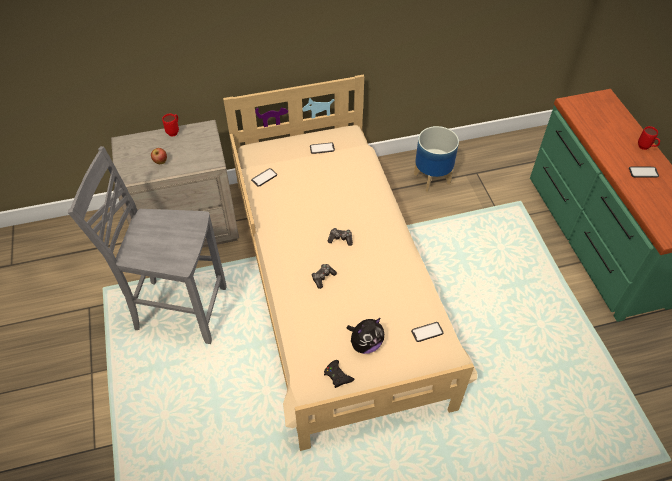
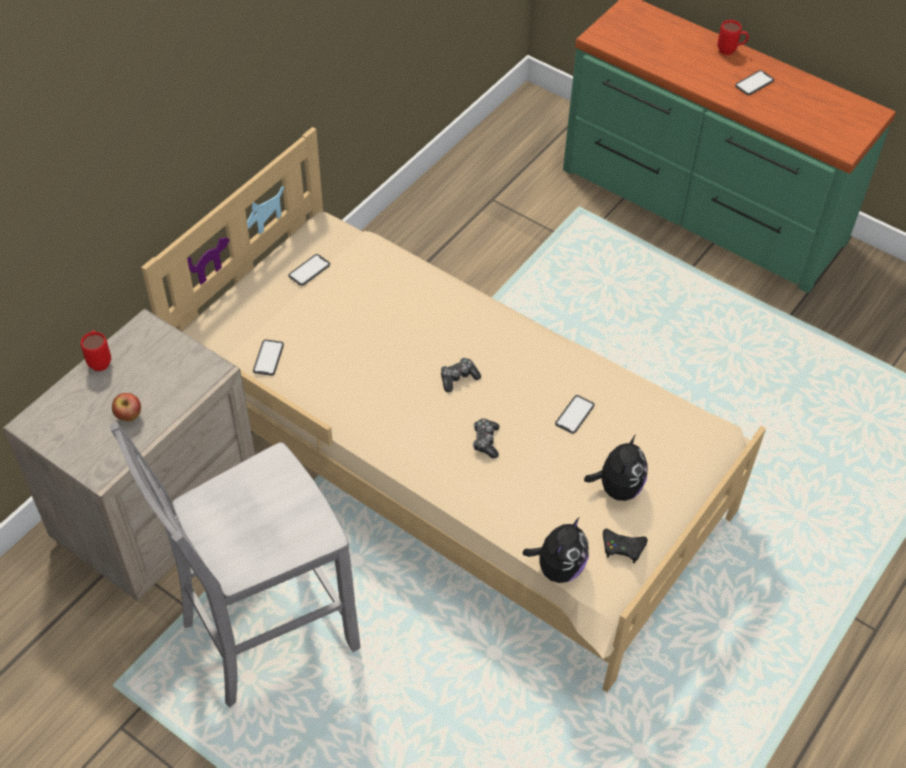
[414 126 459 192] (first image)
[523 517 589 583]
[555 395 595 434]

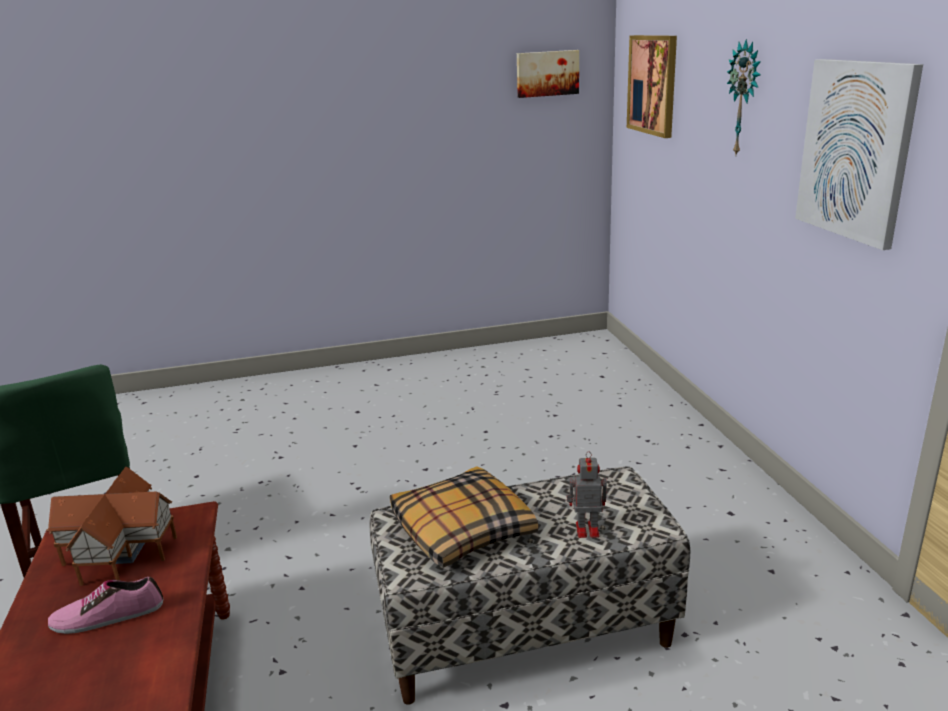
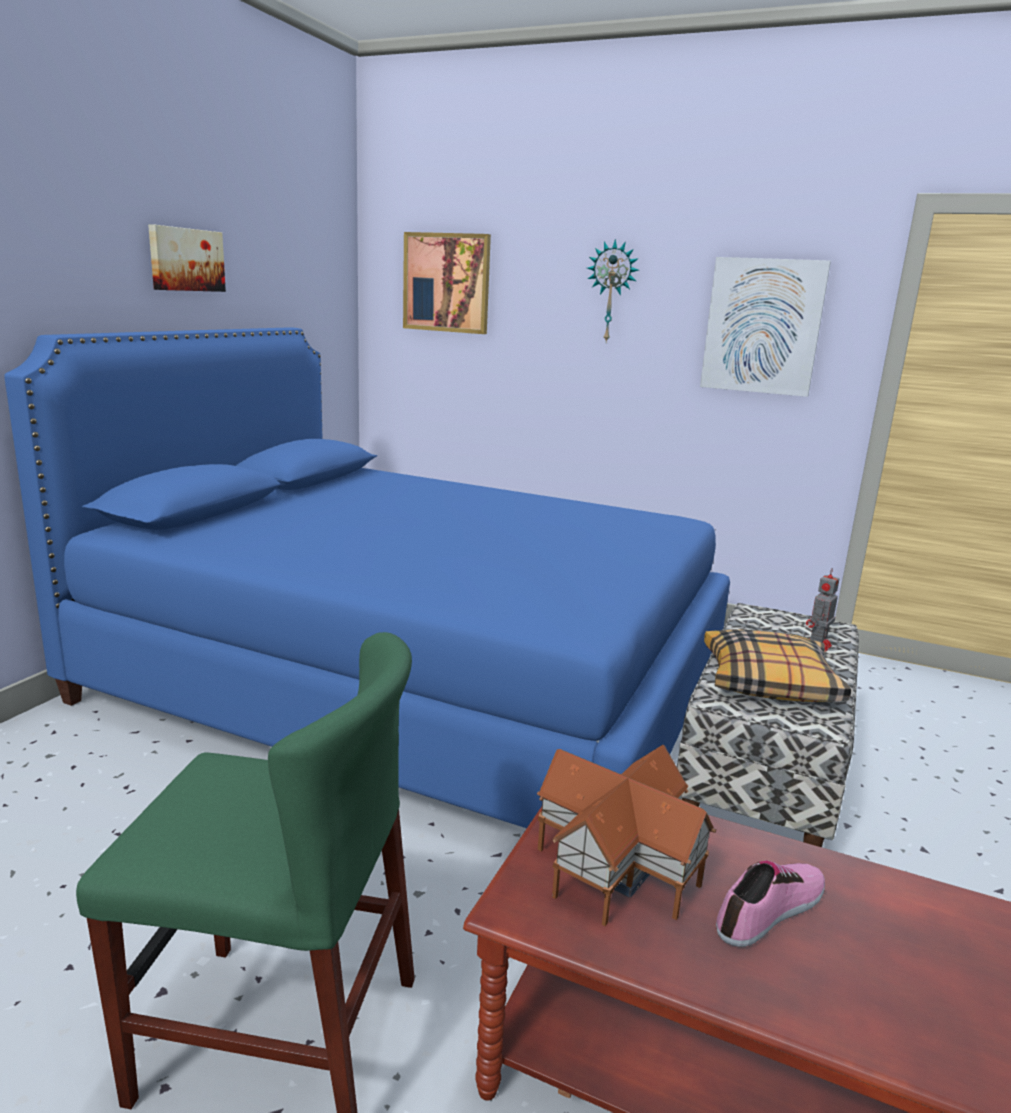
[4 327 730 828]
[148 224 226 292]
[716 860 825 947]

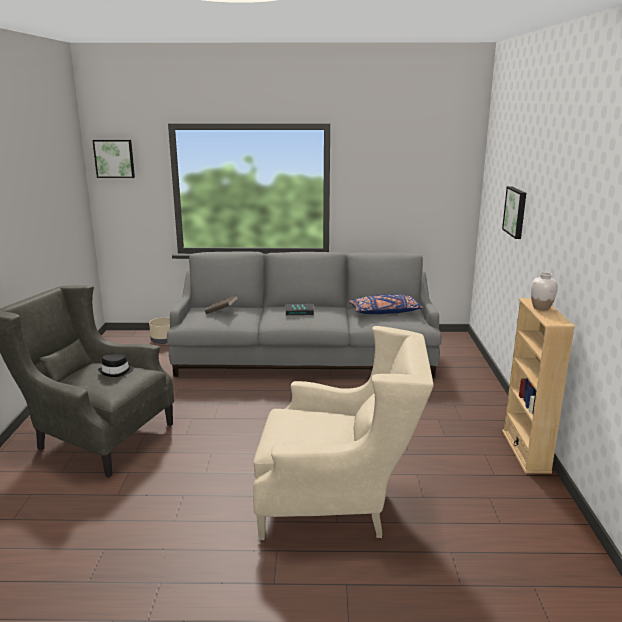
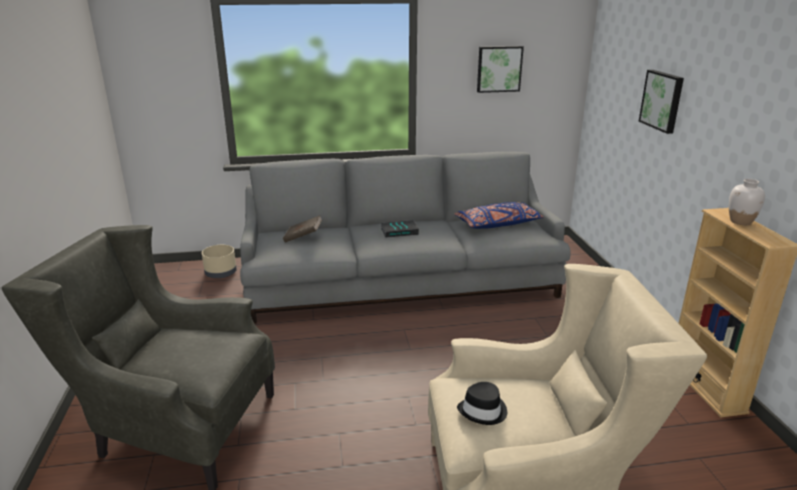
[477 46 524 93]
[457 382 507 425]

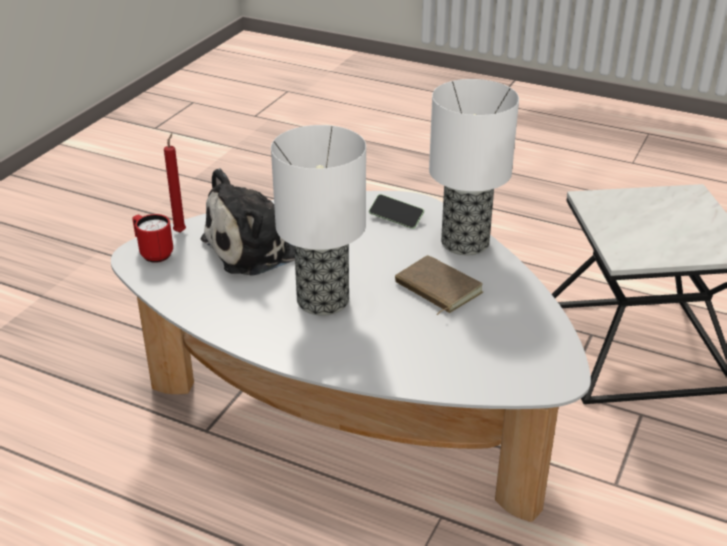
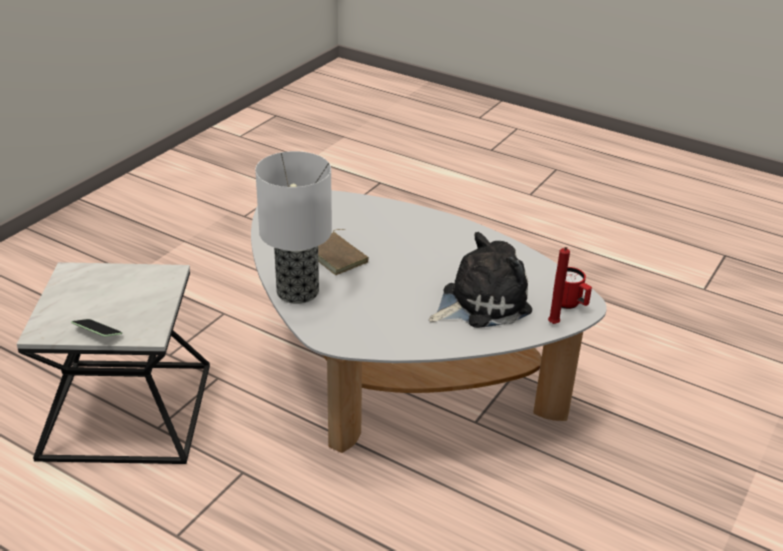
[271 125 366 316] (first image)
[71 319 122 337]

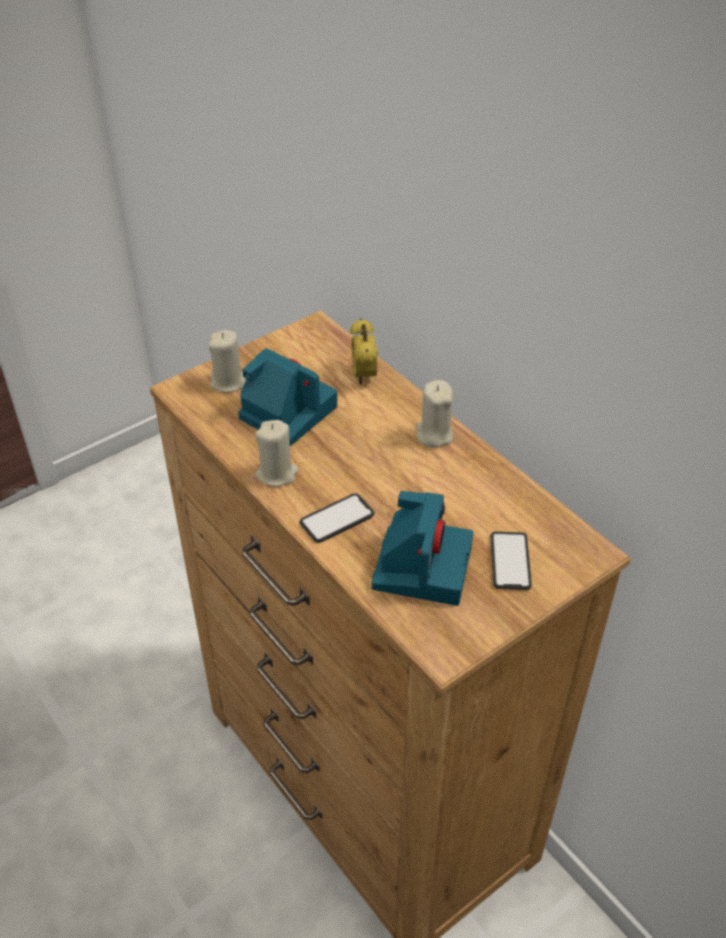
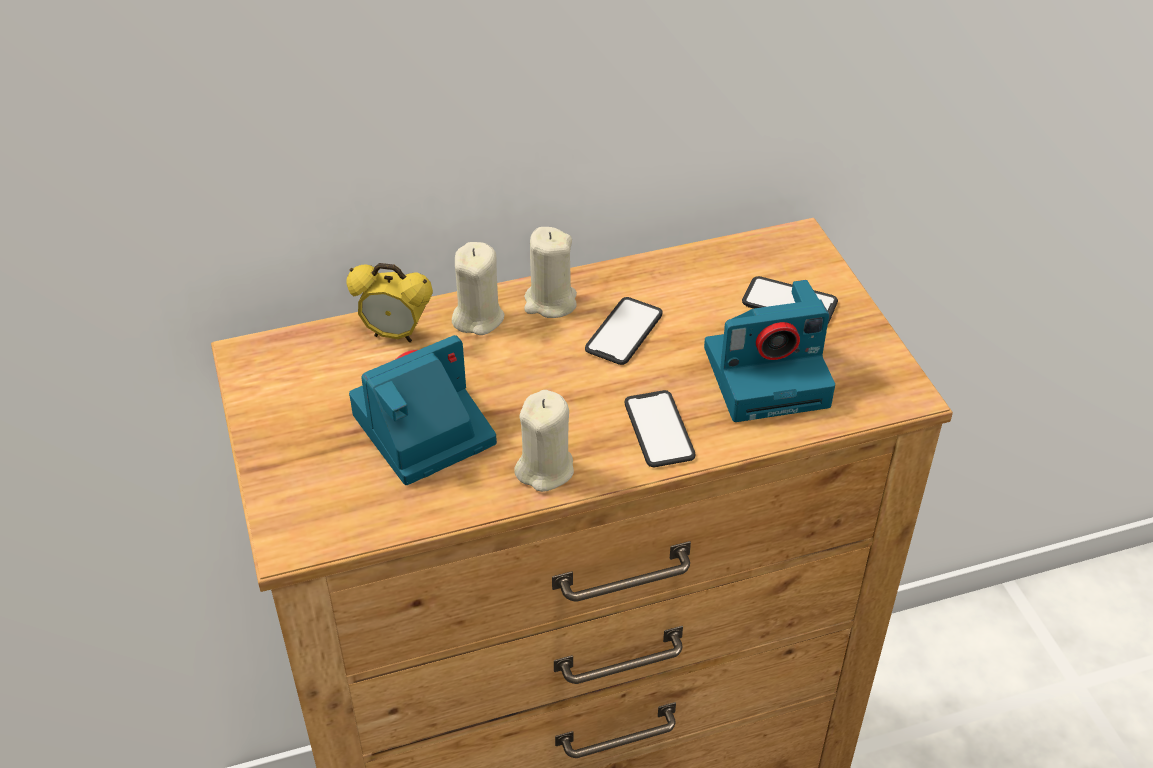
[585 297 663 365]
[452 242 505 335]
[704 280 835 422]

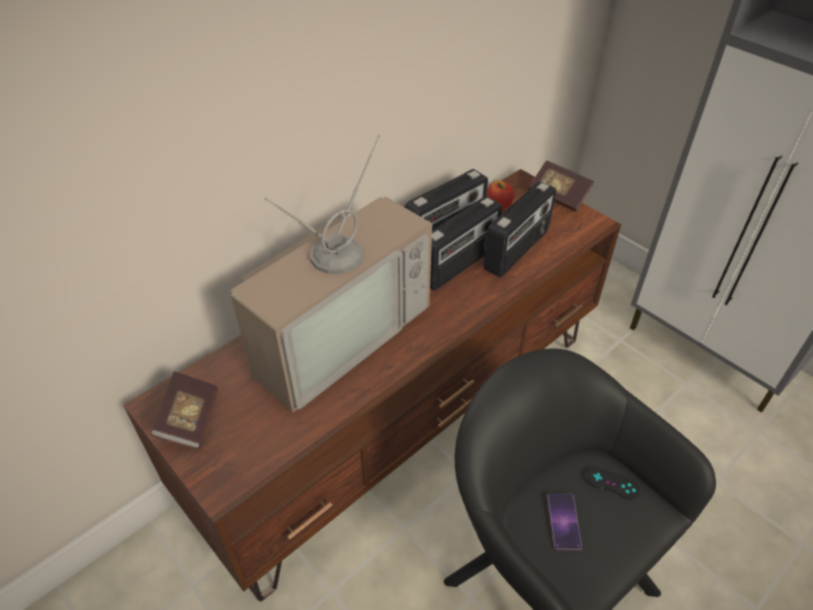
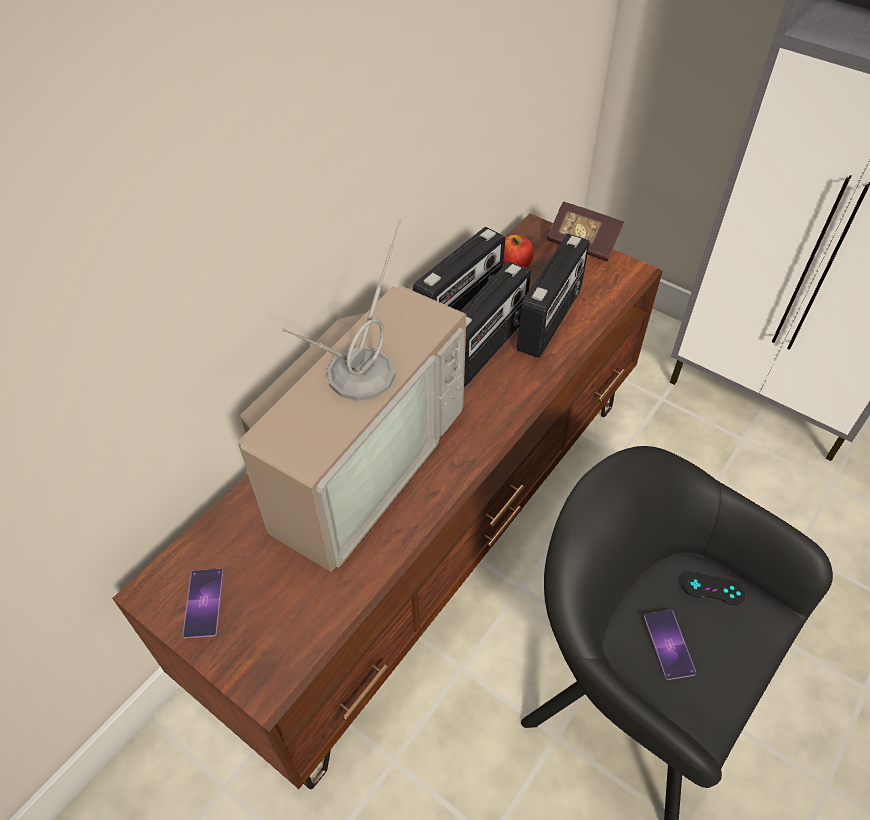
[183 569 223 638]

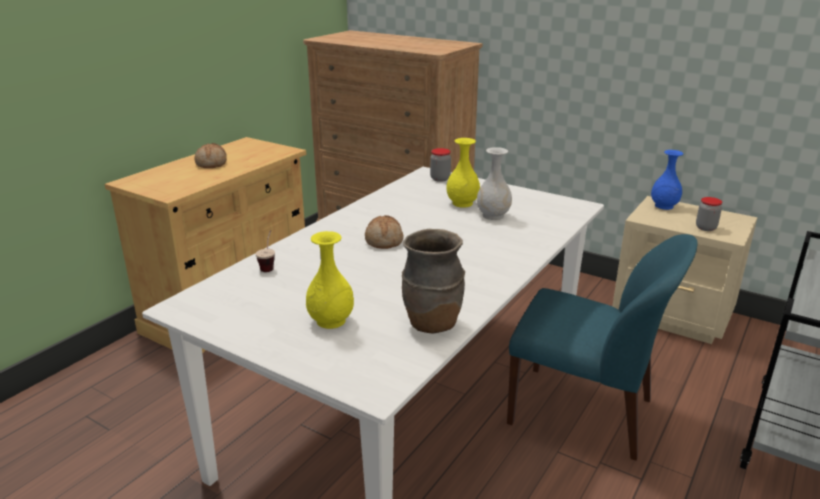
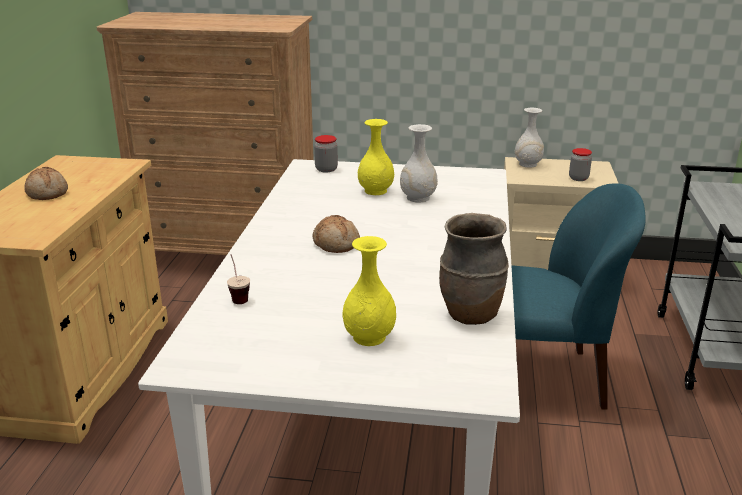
[515 108 544 168]

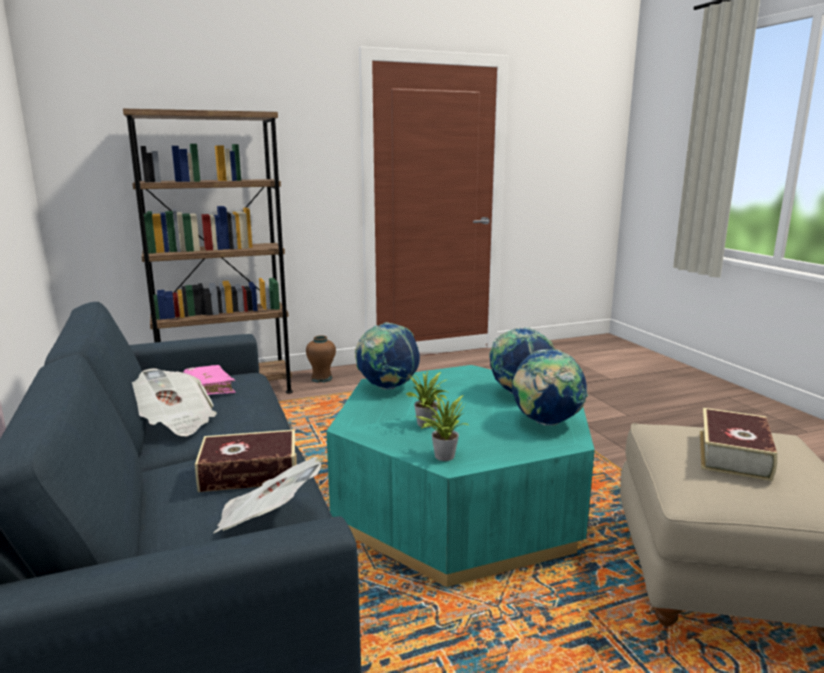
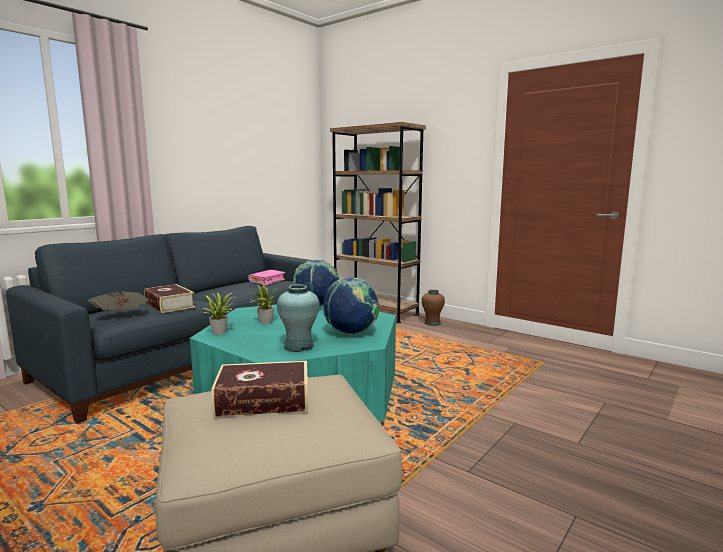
[132 368 217 436] (first image)
[277 284 320 352]

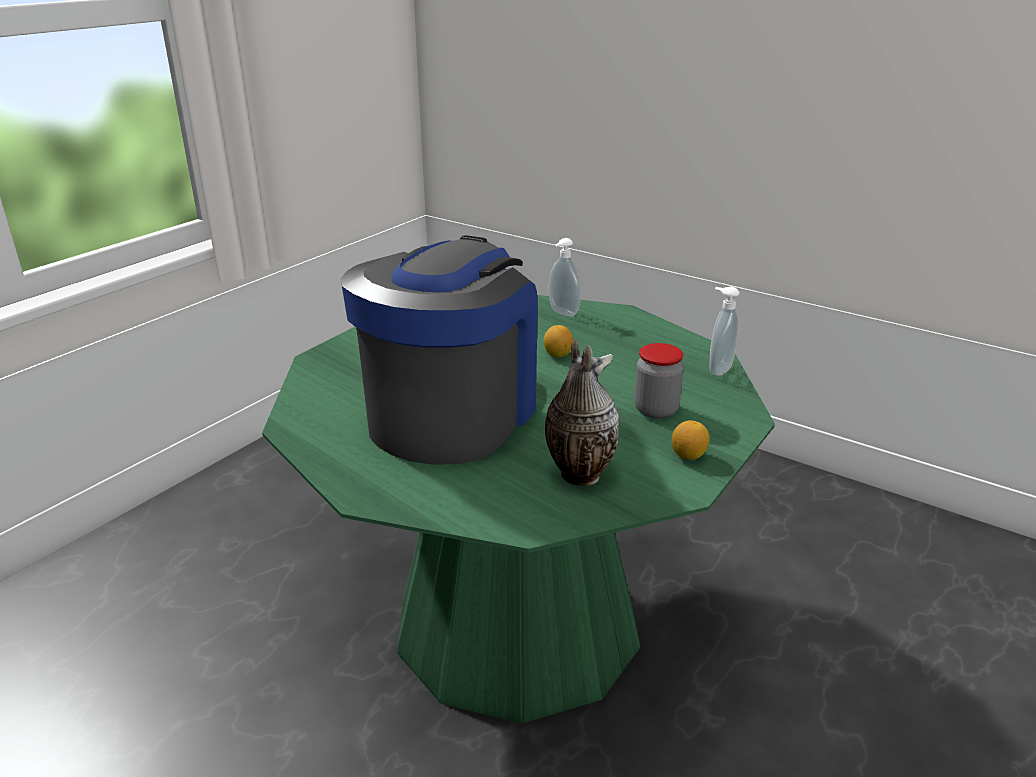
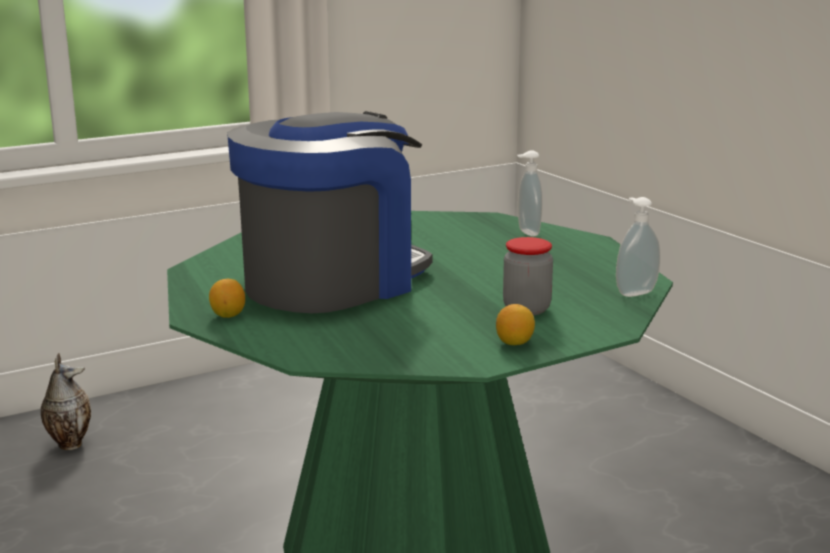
[209 279 245 318]
[41 353 91 450]

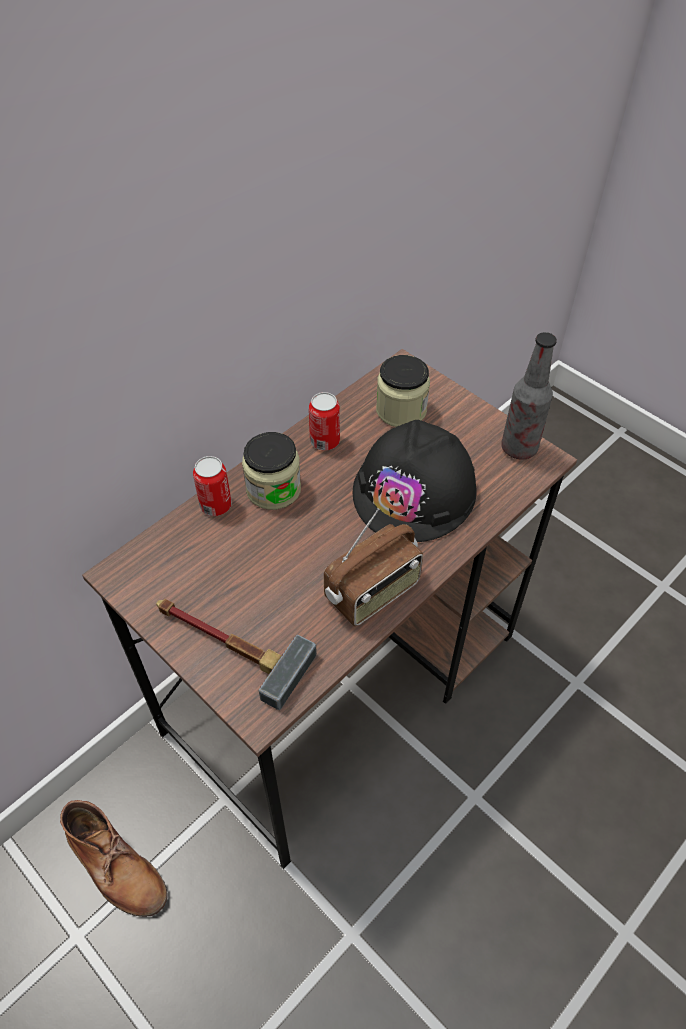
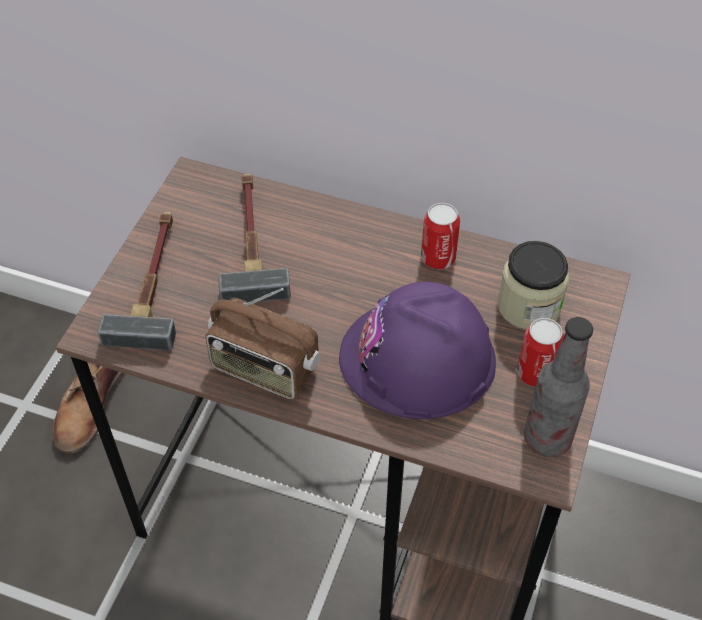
[242 432 301 510] (first image)
[218 173 291 302]
[517 318 564 387]
[339 282 496 419]

